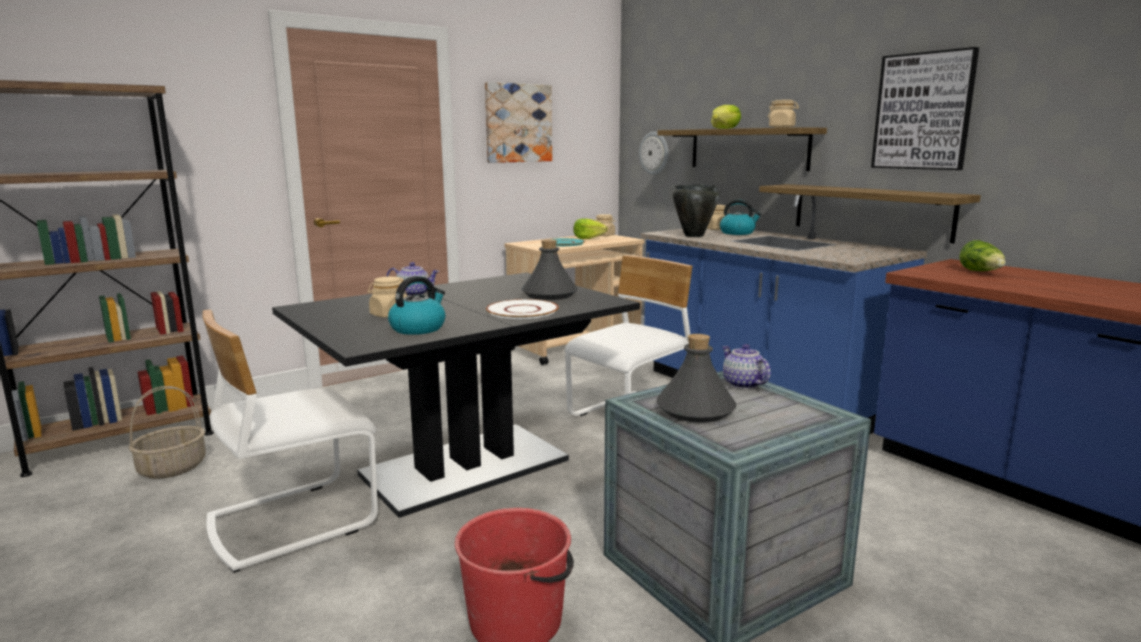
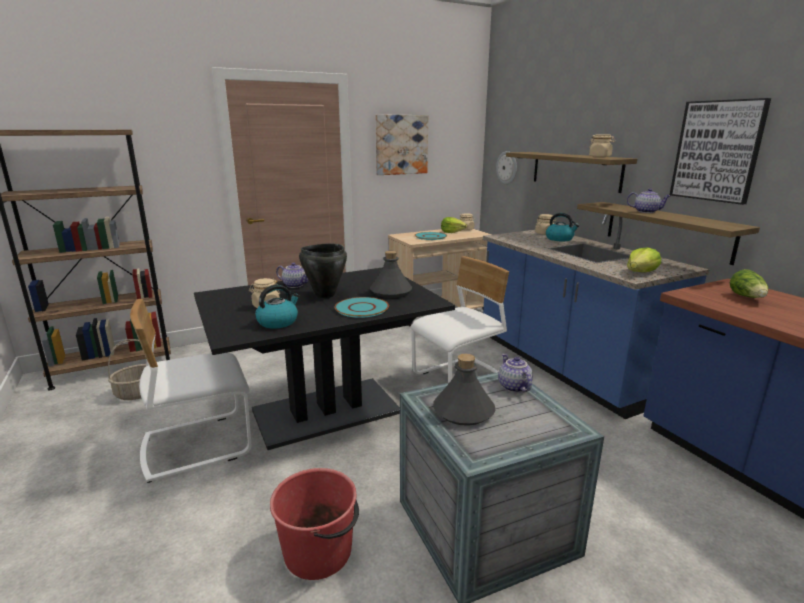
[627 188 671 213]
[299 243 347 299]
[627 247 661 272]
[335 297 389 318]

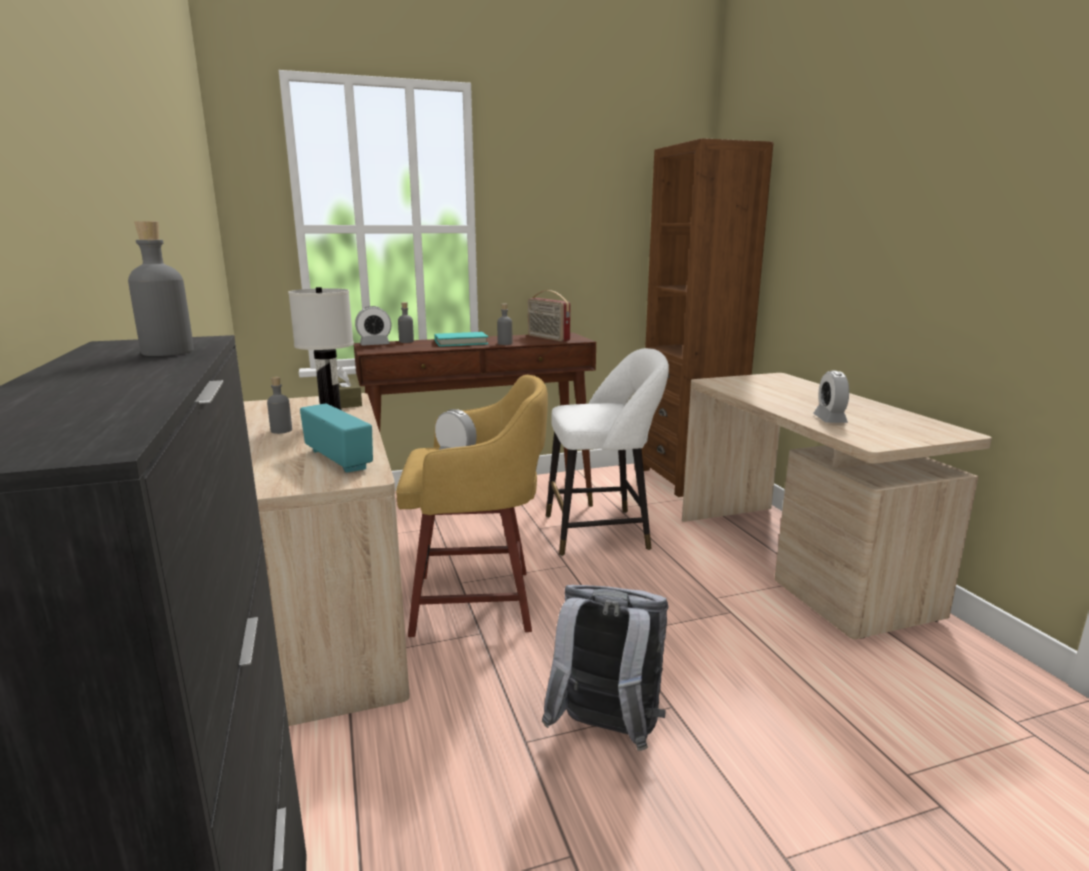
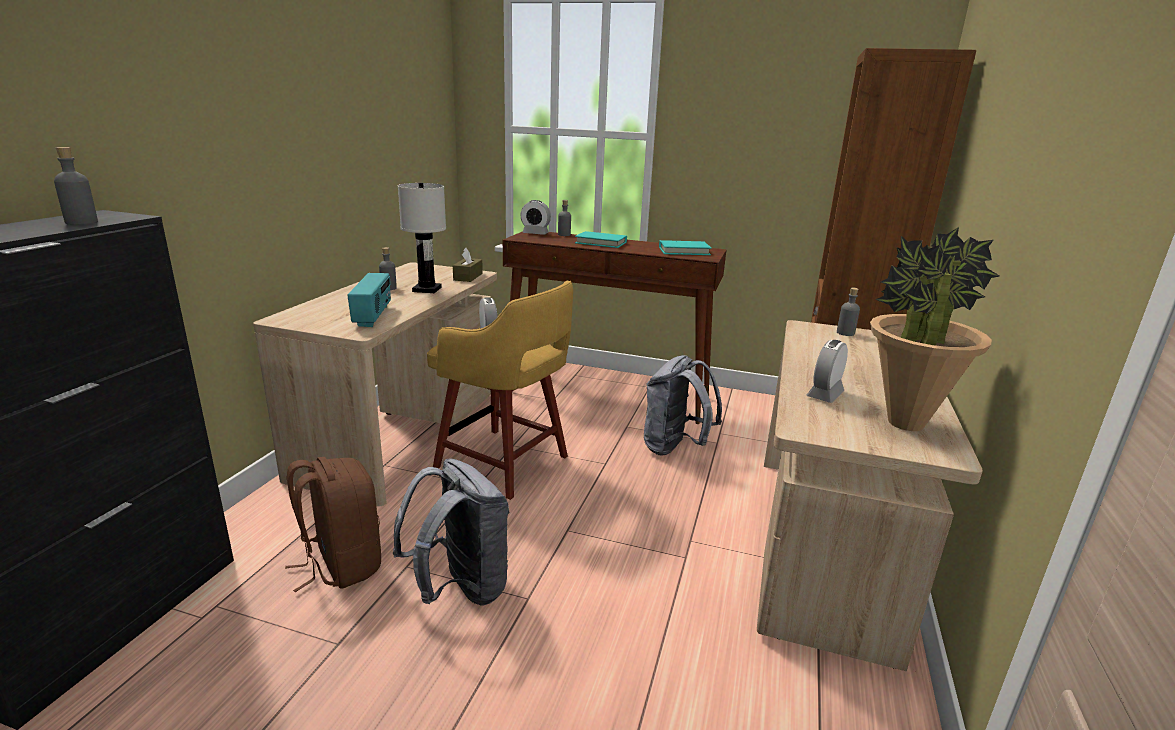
[285 457 381 592]
[870 227 1000 431]
[837 288 860 336]
[659 240 711 255]
[644 355 722 456]

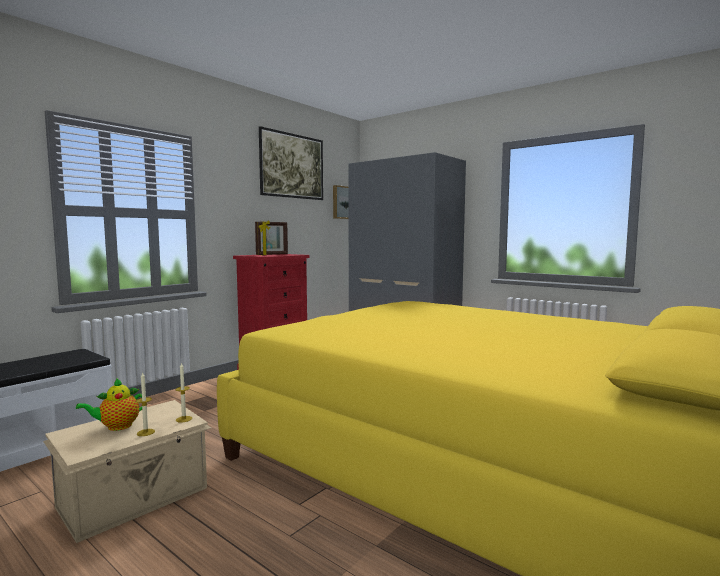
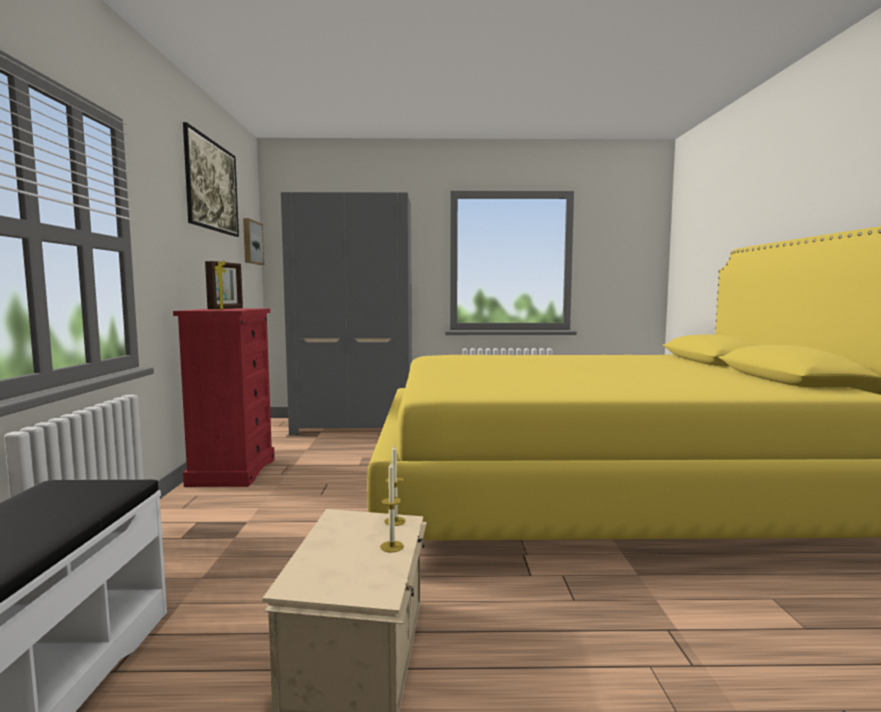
[76 378 142 431] (first image)

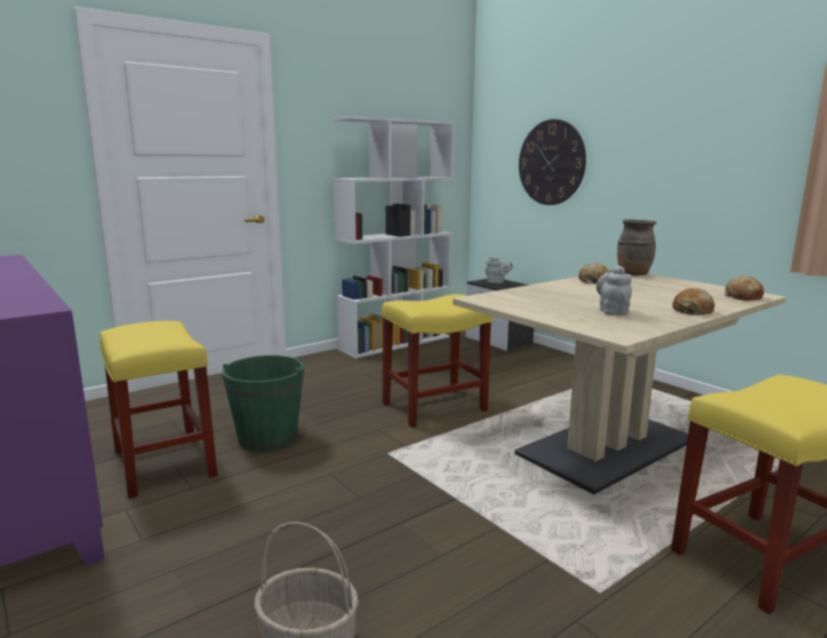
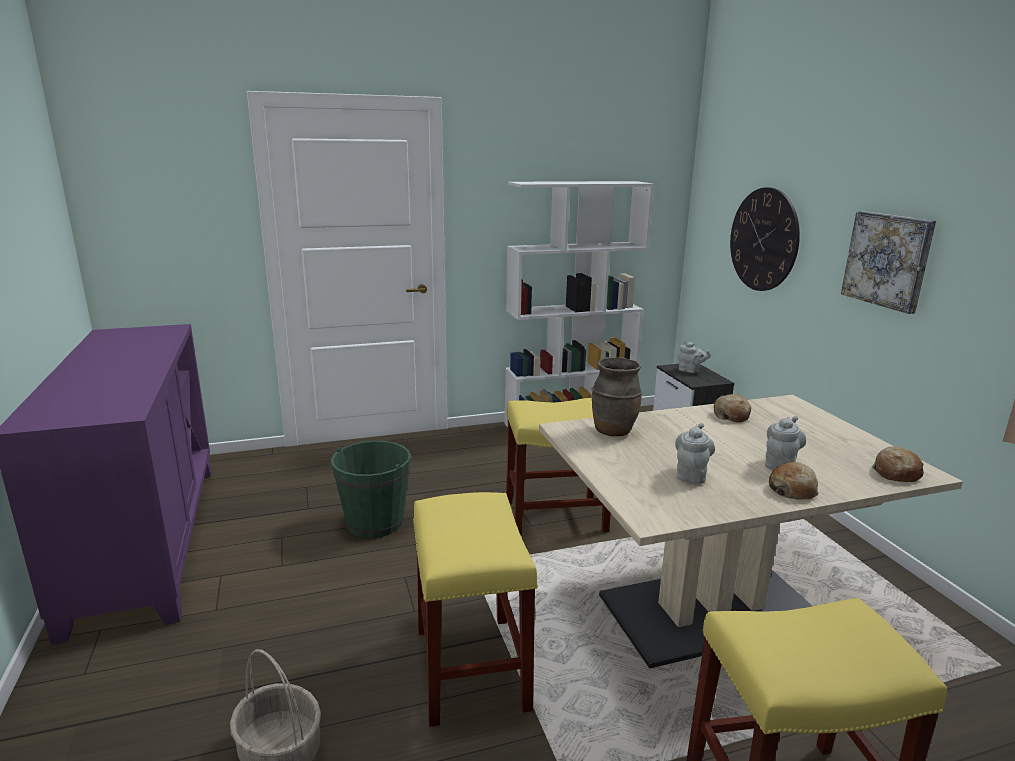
[765 416 806 470]
[841 211 936 314]
[413 492 538 727]
[592 357 642 436]

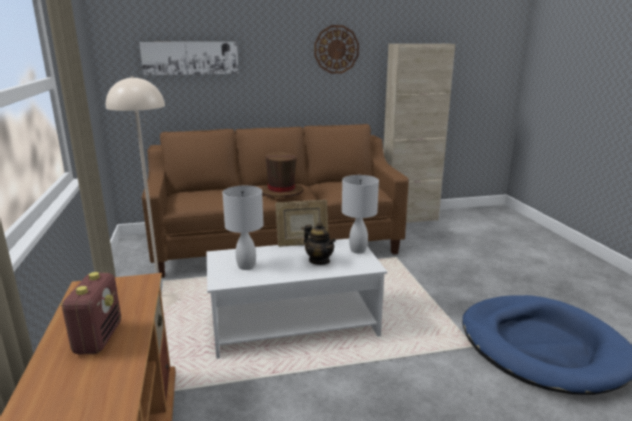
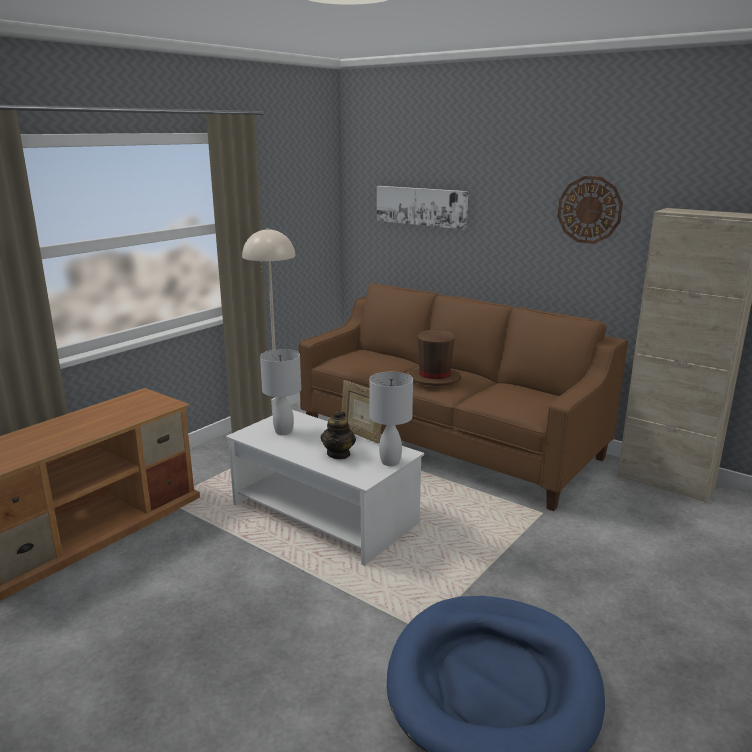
[61 272 121 354] (first image)

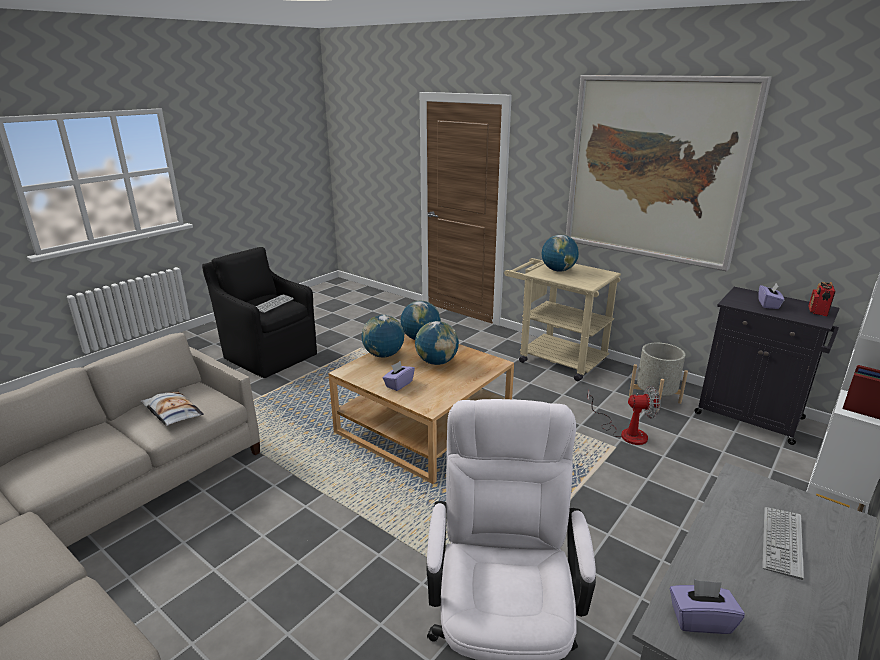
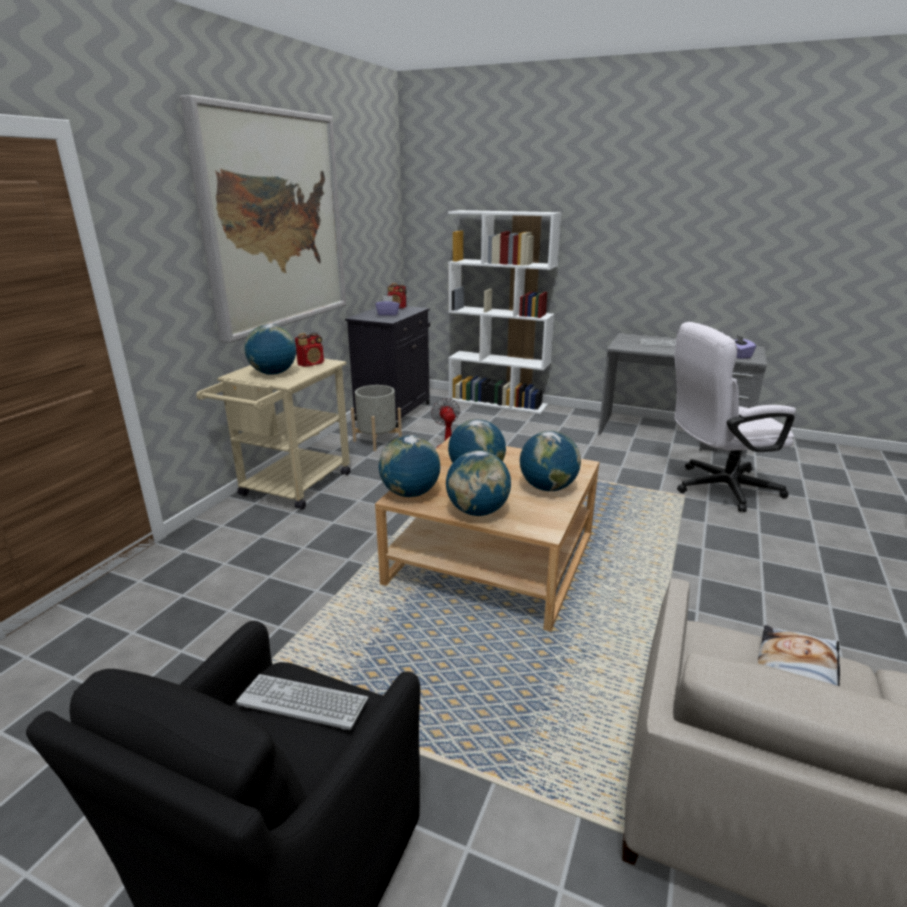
[295 333 324 367]
[520 431 581 491]

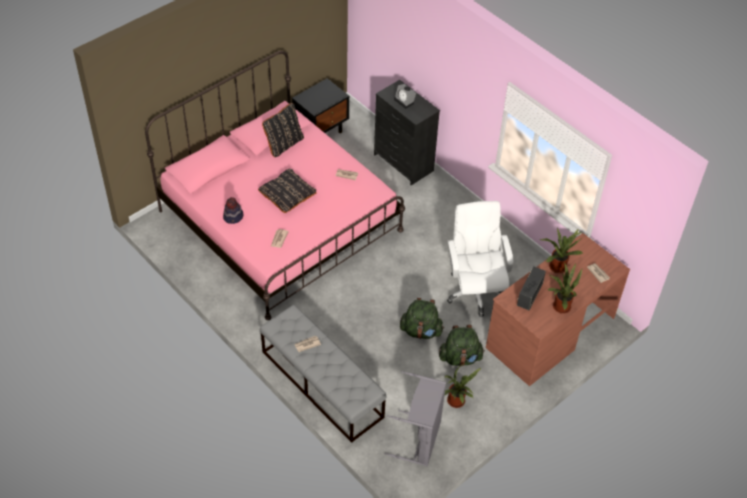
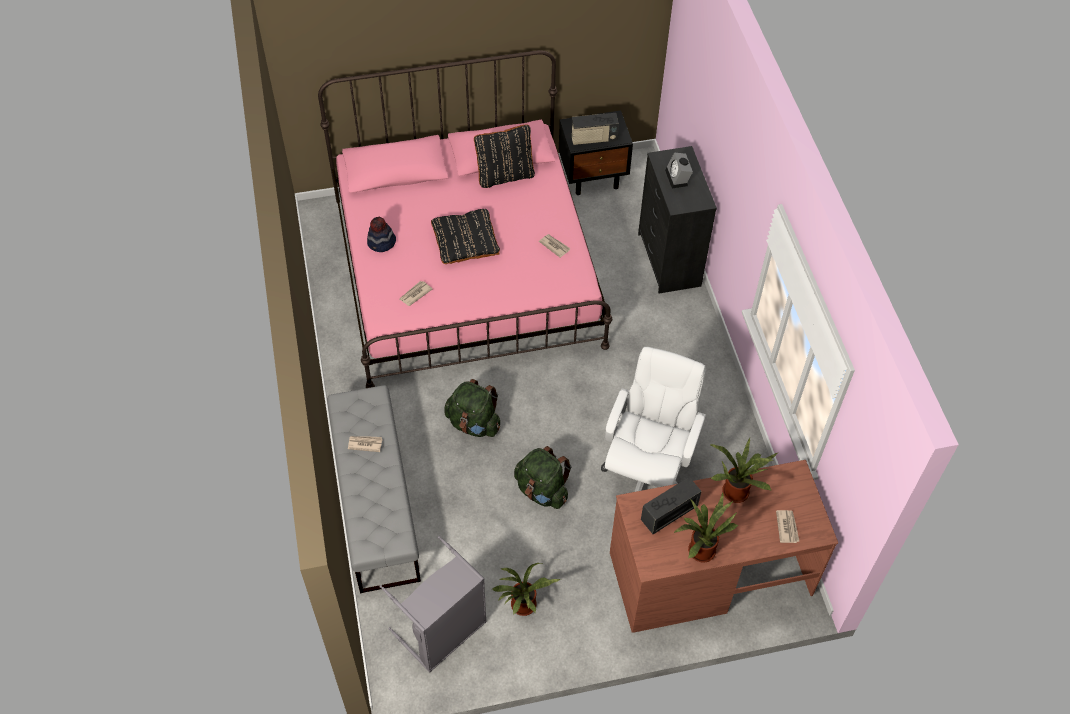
[571 113 619 146]
[444 379 500 437]

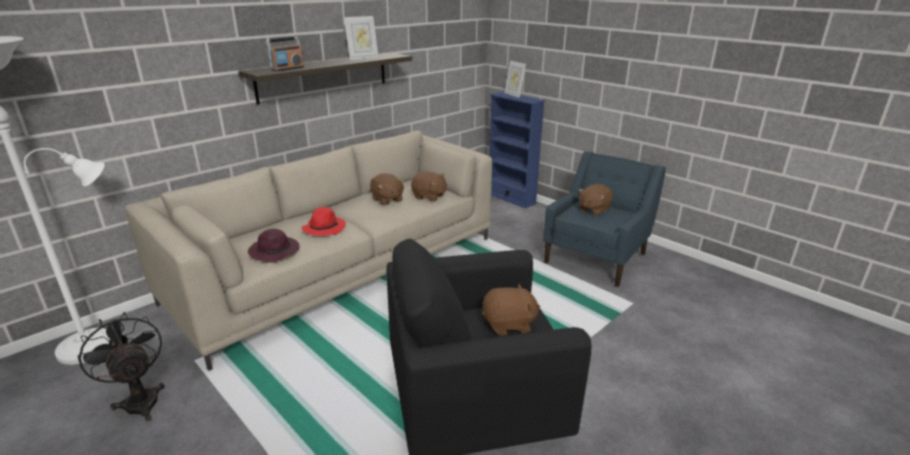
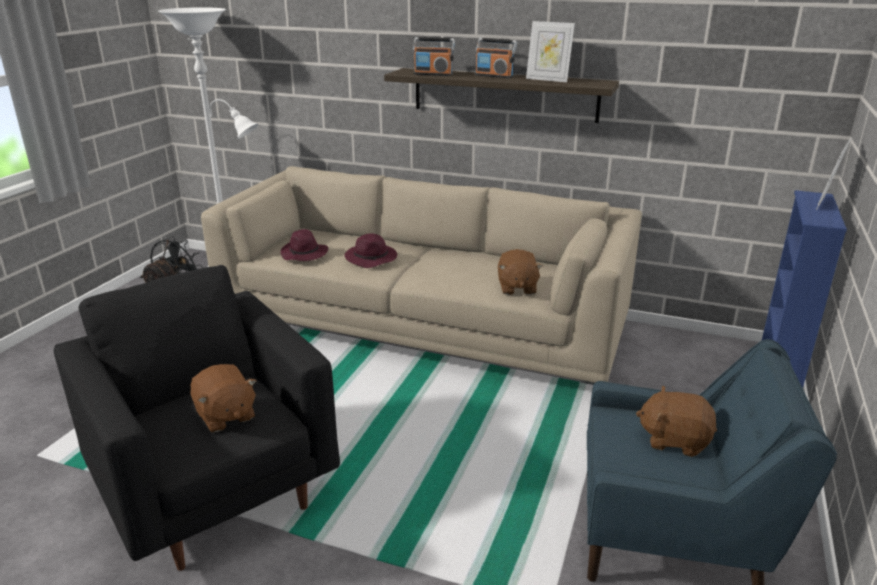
[370 173 405 205] (first image)
[475 38 517 78]
[344 233 397 268]

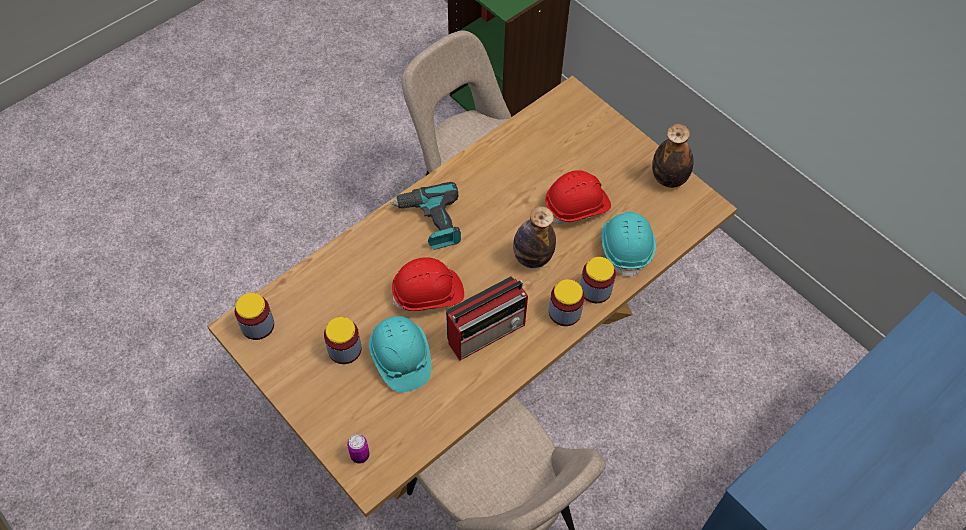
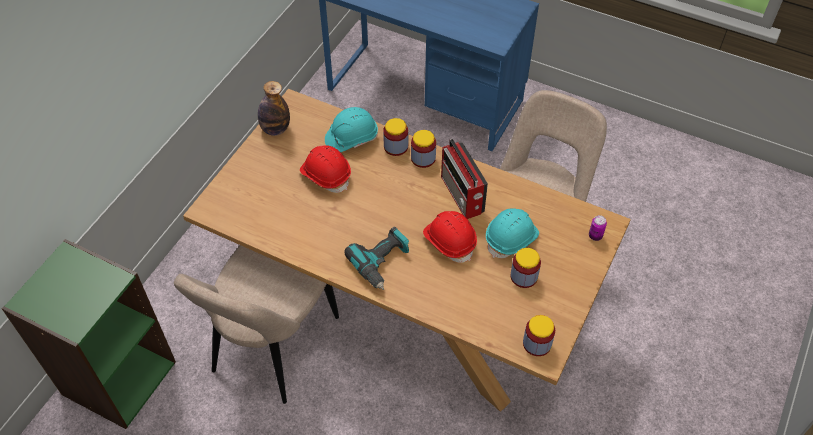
[513 206 556 268] (first image)
[441 139 488 219]

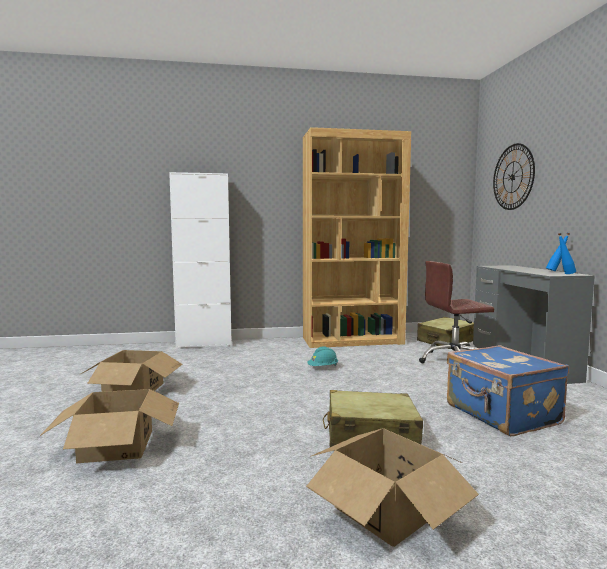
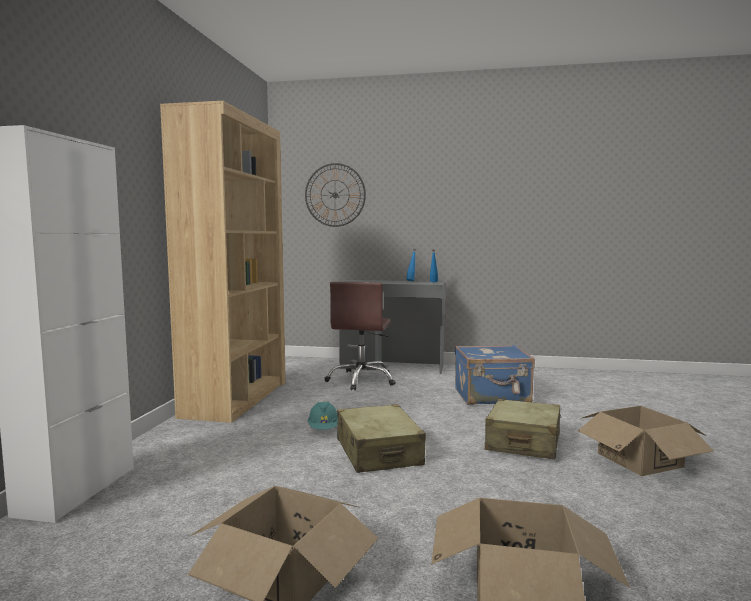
[337 404 426 473]

